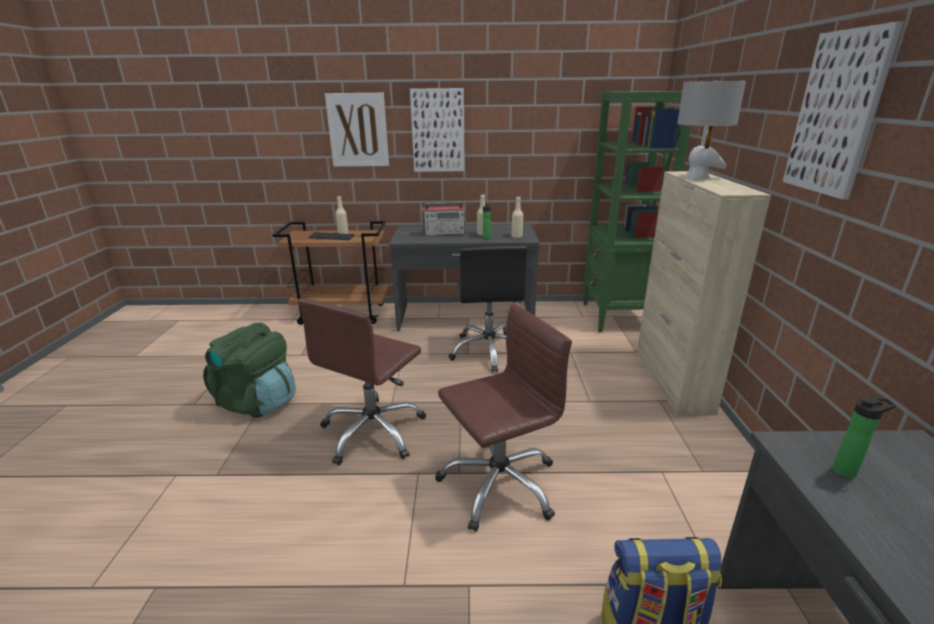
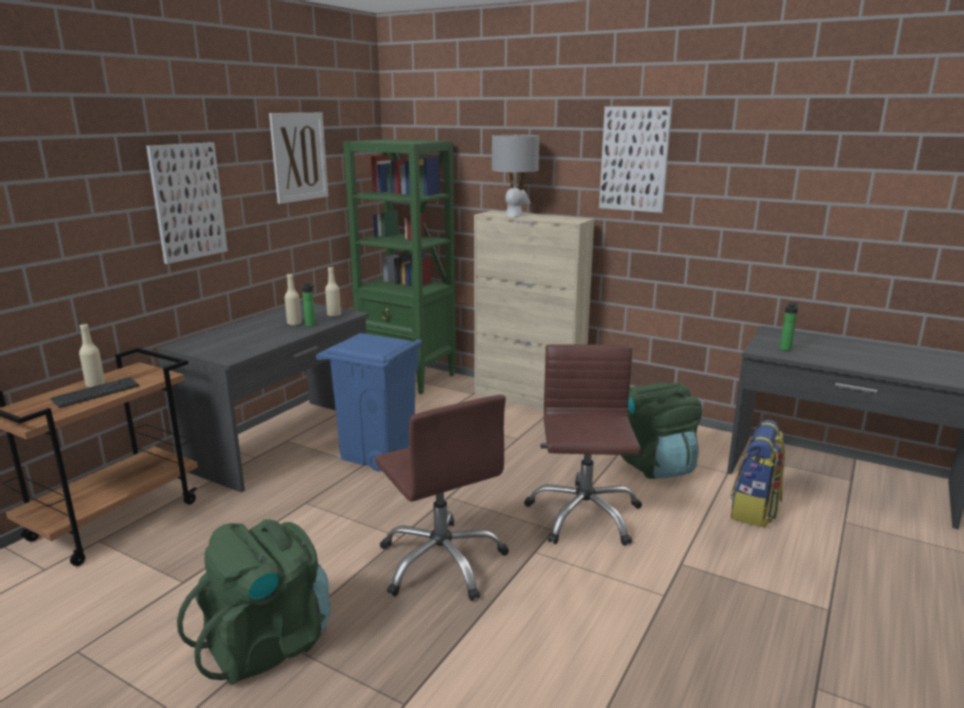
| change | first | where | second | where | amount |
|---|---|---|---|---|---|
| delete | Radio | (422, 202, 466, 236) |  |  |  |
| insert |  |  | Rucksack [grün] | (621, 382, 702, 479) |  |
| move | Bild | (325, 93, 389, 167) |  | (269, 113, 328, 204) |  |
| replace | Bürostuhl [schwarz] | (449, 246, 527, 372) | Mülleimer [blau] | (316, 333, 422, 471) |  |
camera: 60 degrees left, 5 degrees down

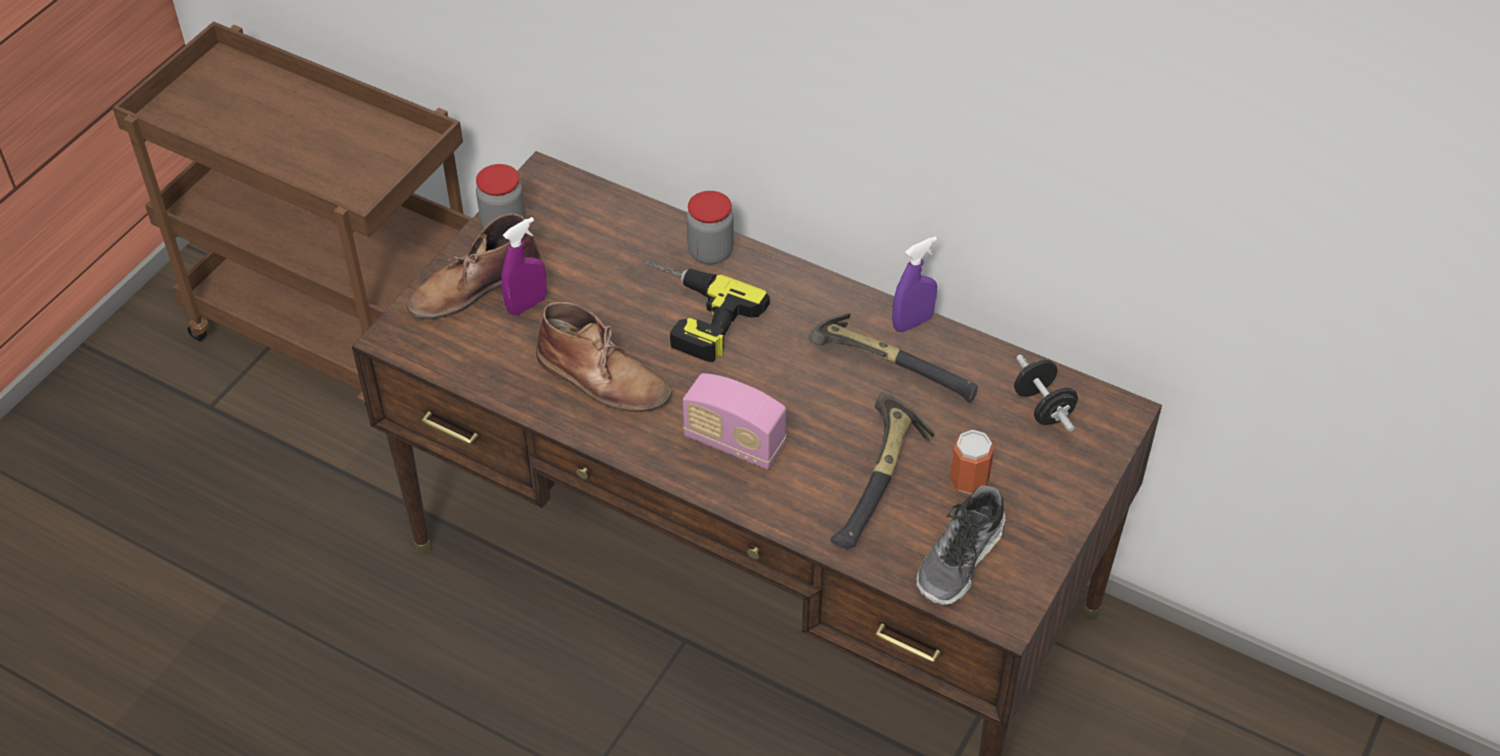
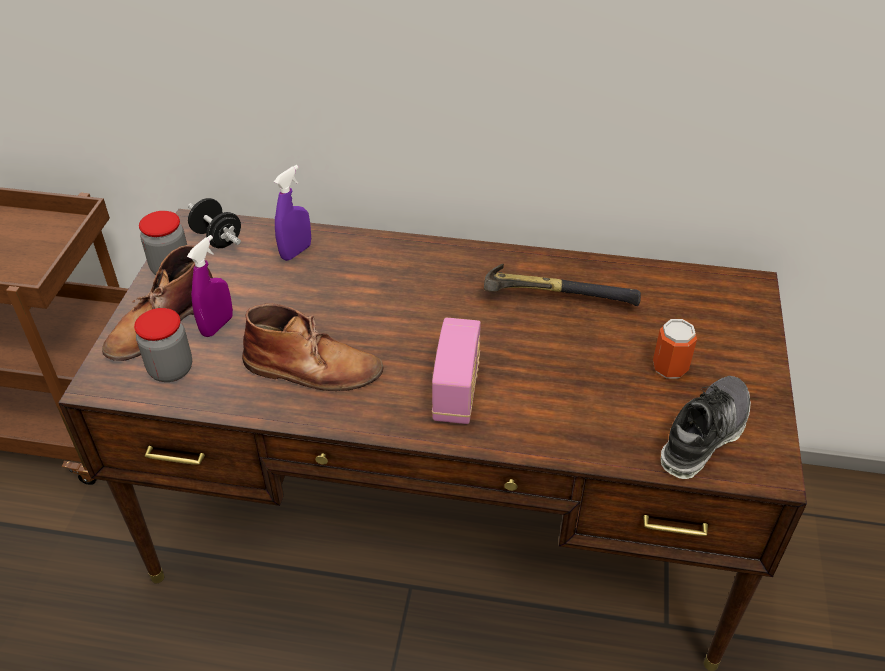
| change | first | where | second | where | amount |
|---|---|---|---|---|---|
| delete | Bohrmaschine | (644, 260, 770, 362) |  |  |  |
| delete | Hammer | (831, 392, 935, 548) |  |  |  |
| move | Vorratsglas | (687, 191, 734, 264) |  | (134, 308, 192, 382) |  |
| move | Sprühflasche [lila] | (892, 236, 937, 332) |  | (274, 165, 311, 261) |  |
| move | Hantel [schwarz] | (1014, 355, 1078, 432) |  | (188, 198, 241, 248) |  |
| rotate | Radio | (683, 373, 786, 470) |  | (432, 318, 481, 424) | 90 degrees counterclockwise |
| rotate | Schuh | (917, 485, 1005, 605) |  | (661, 376, 751, 479) | 150 degrees counterclockwise |
camera: 20 degrees left, 5 degrees down

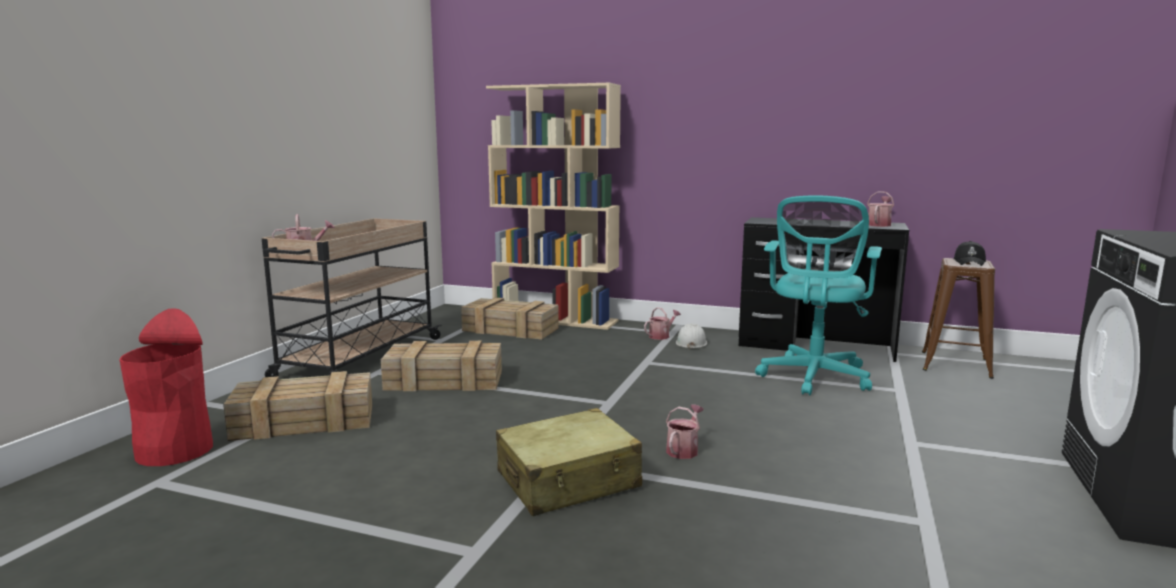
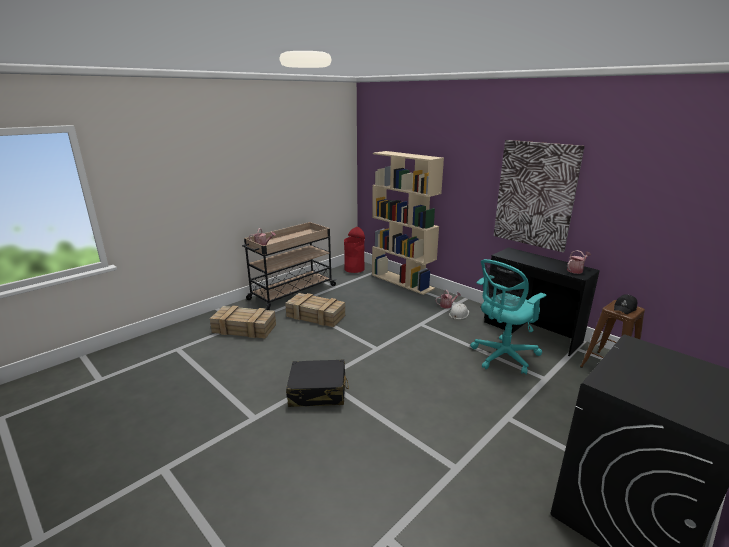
| change | first | where | second | where | amount |
|---|---|---|---|---|---|
| delete | Kiste | (461, 297, 559, 339) |  |  |  |
| delete | Gießkanne | (666, 405, 704, 459) |  |  |  |
| insert |  |  | Bild | (494, 140, 585, 252) |  |
| move | Mülleimer [rot] | (120, 308, 213, 466) |  | (344, 227, 365, 273) |  |
| recolor | Koffer [beige] | (496, 408, 642, 516) | Koffer [schwarz] | (286, 359, 349, 407) |  |
camera: 25 degrees right, 10 degrees up

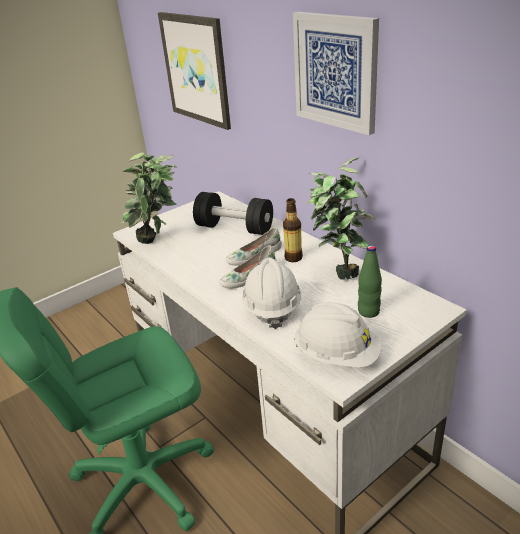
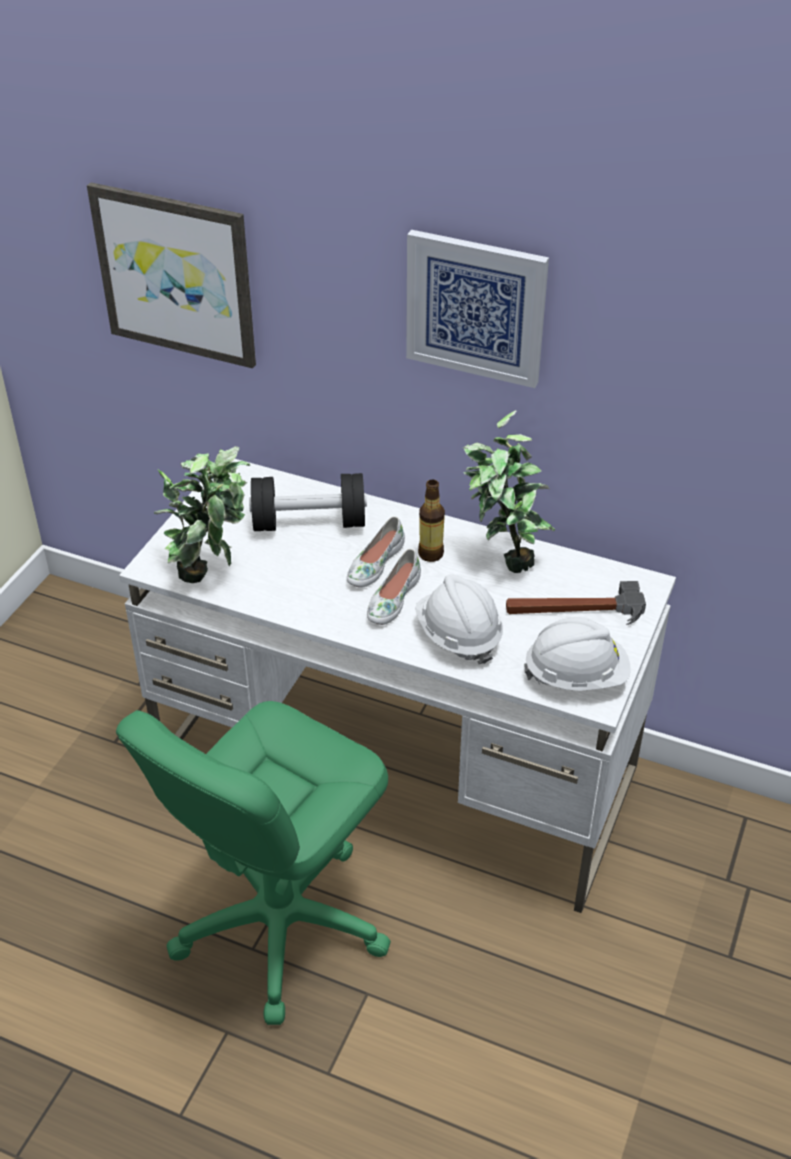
| change | first | where | second | where | amount |
|---|---|---|---|---|---|
| replace | Flasche [grün] | (358, 245, 382, 318) | Hammer | (506, 581, 646, 625) |  |
camera: 30 degrees left, 10 degrees up

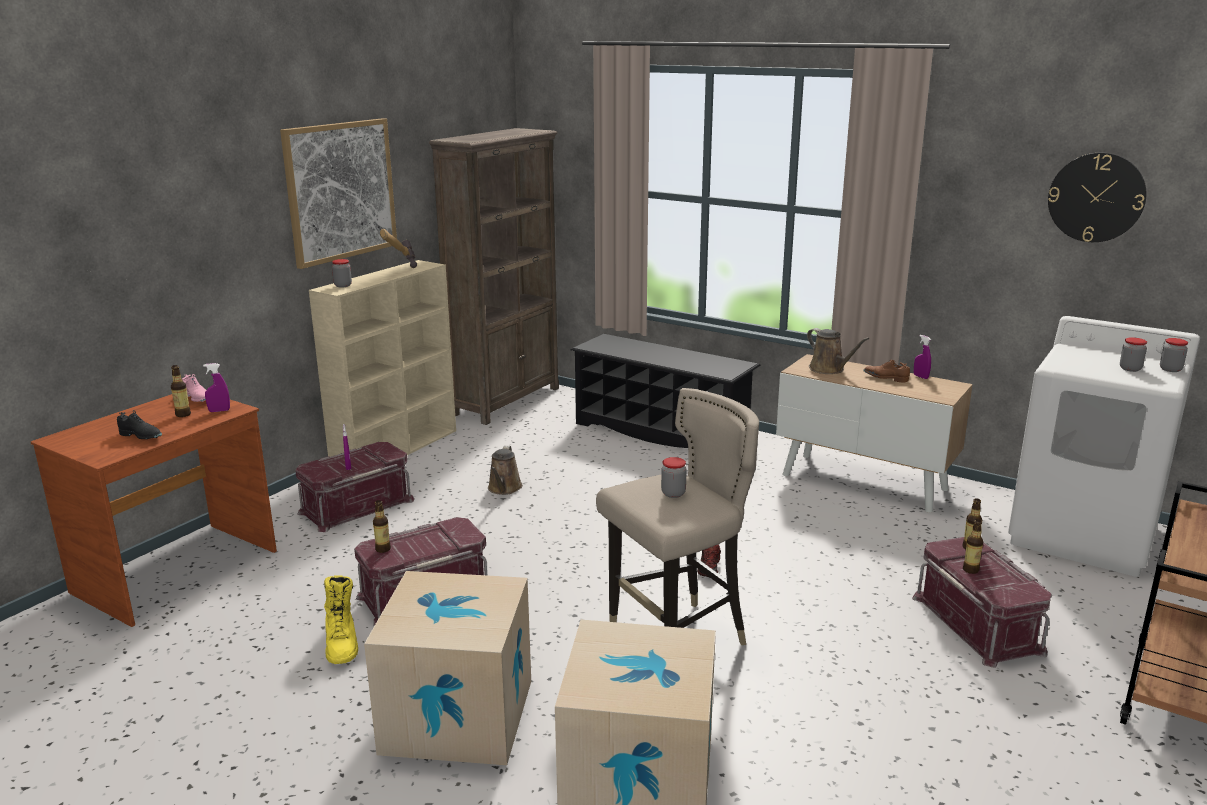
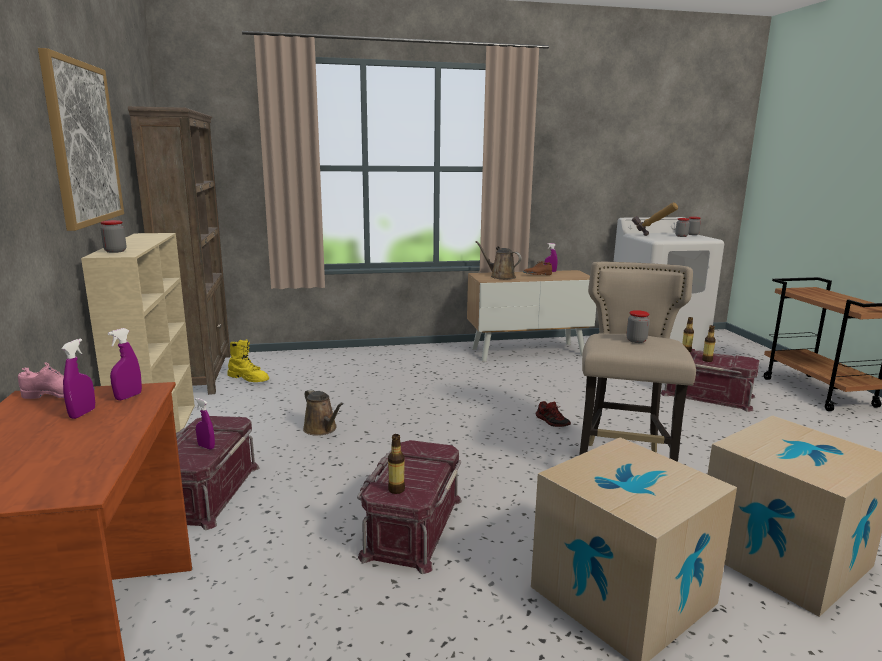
| change | first | where | second | where | amount |
|---|---|---|---|---|---|
| delete | Schuh [schwarz] | (117, 410, 162, 439) |  |  |  |
| delete | Schuhregal [schwarz] | (570, 334, 761, 448) |  |  |  |
| delete | Wanduhr | (1048, 153, 1146, 242) |  |  |  |
| move | Stiefel [gelb] | (324, 576, 358, 664) |  | (228, 339, 269, 382) |  |
| move | Hammer | (380, 229, 417, 268) |  | (632, 202, 678, 236) |  |
| replace | Flasche | (171, 365, 191, 417) | Sprühflasche [lila] | (61, 339, 95, 419) |  |
| rotate | Gießkanne [braun] | (807, 328, 869, 374) |  | (476, 241, 522, 279) | 150 degrees counterclockwise |
camera: 45 degrees left, 5 degrees down

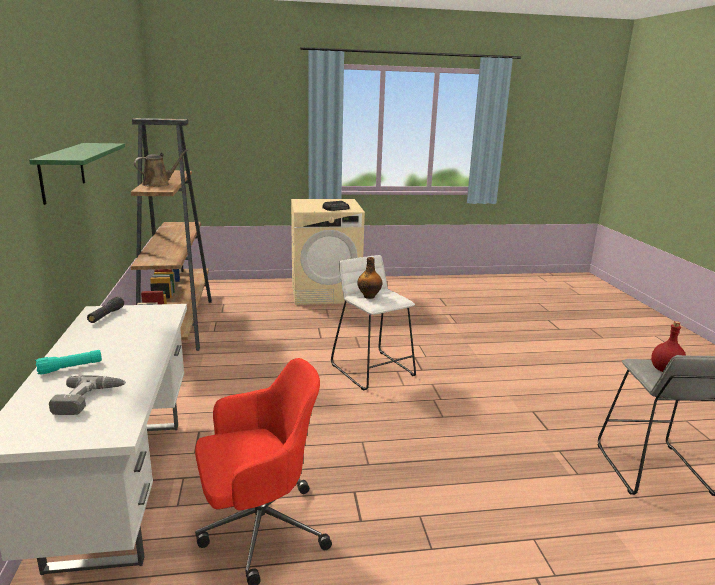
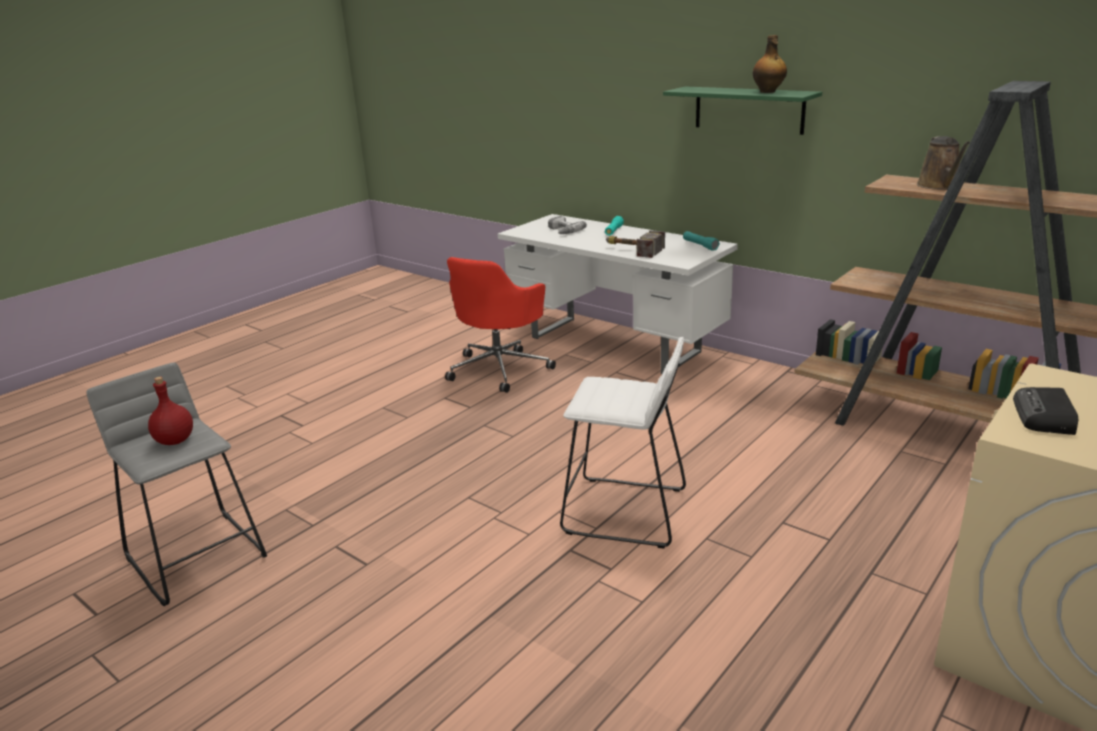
| change | first | where | second | where | amount |
|---|---|---|---|---|---|
| insert |  |  | Hammer | (606, 230, 665, 258) |  |
| move | Flasche | (357, 257, 382, 299) |  | (753, 35, 787, 93) |  |
| recolor | Taschenlampe [schwarz] | (87, 297, 124, 323) | Taschenlampe [türkis] | (683, 231, 720, 251) |  |
camera: 140 degrees right, 5 degrees up

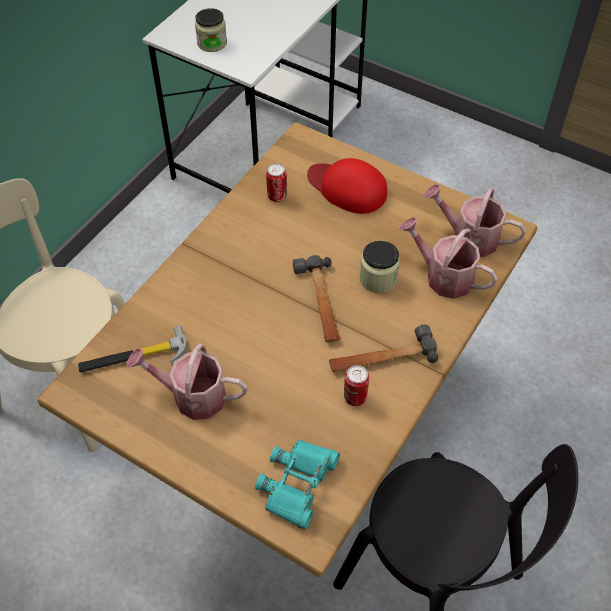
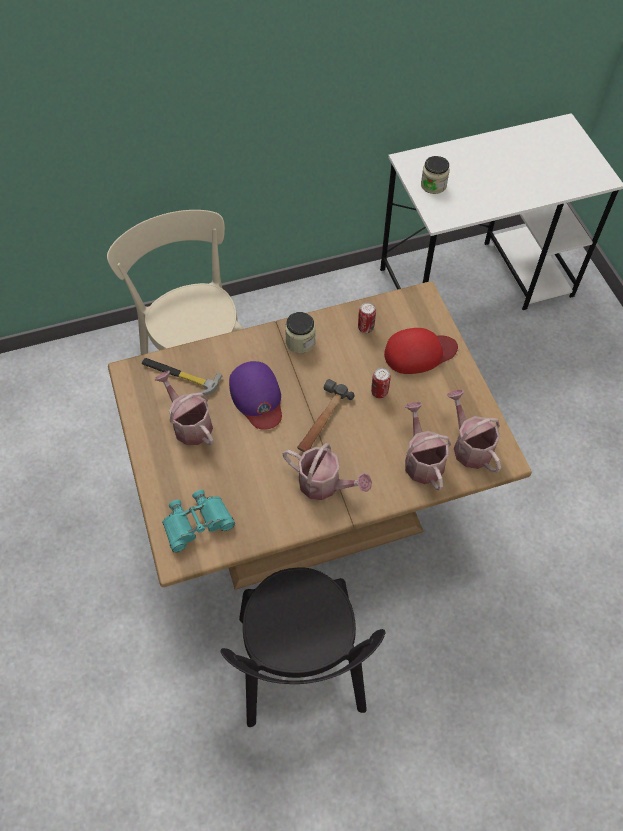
| change | first | where | second | where | amount |
|---|---|---|---|---|---|
| insert |  |  | Kappe [lila] | (229, 361, 282, 430) |  |
| move | Dose | (344, 365, 369, 406) |  | (371, 368, 391, 399) |  |
| move | Vorratsglas | (359, 241, 400, 293) |  | (285, 312, 316, 353) |  |
| replace | Hammer | (329, 324, 438, 372) | Gießkanne | (282, 443, 372, 500) |  |
| rotate | Kappe [rot] | (307, 158, 387, 214) |  | (384, 328, 458, 374) | 90 degrees clockwise |
camera: 40 degrees right, 5 degrees up

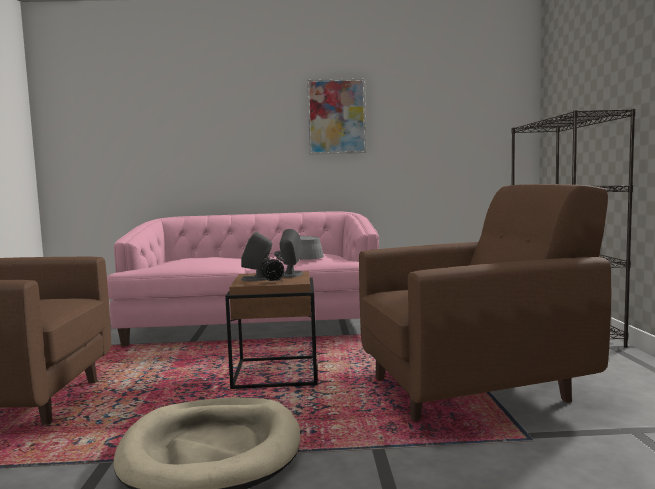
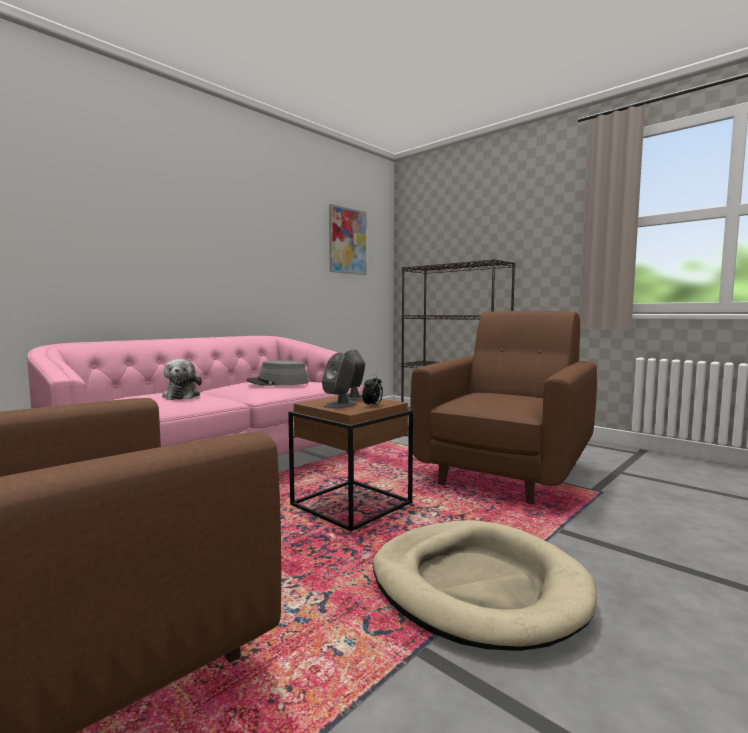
| change | first | where | second | where | amount |
|---|---|---|---|---|---|
| insert |  |  | Plüschtier | (162, 359, 202, 400) |  |
| move | Bild | (307, 78, 366, 155) |  | (329, 204, 367, 275) |  |
camera: 45 degrees left, 0 degrees up

